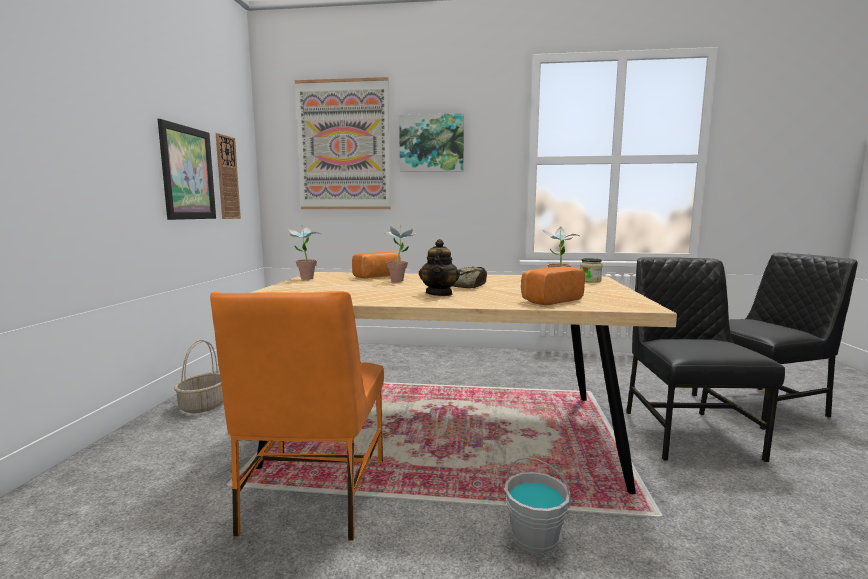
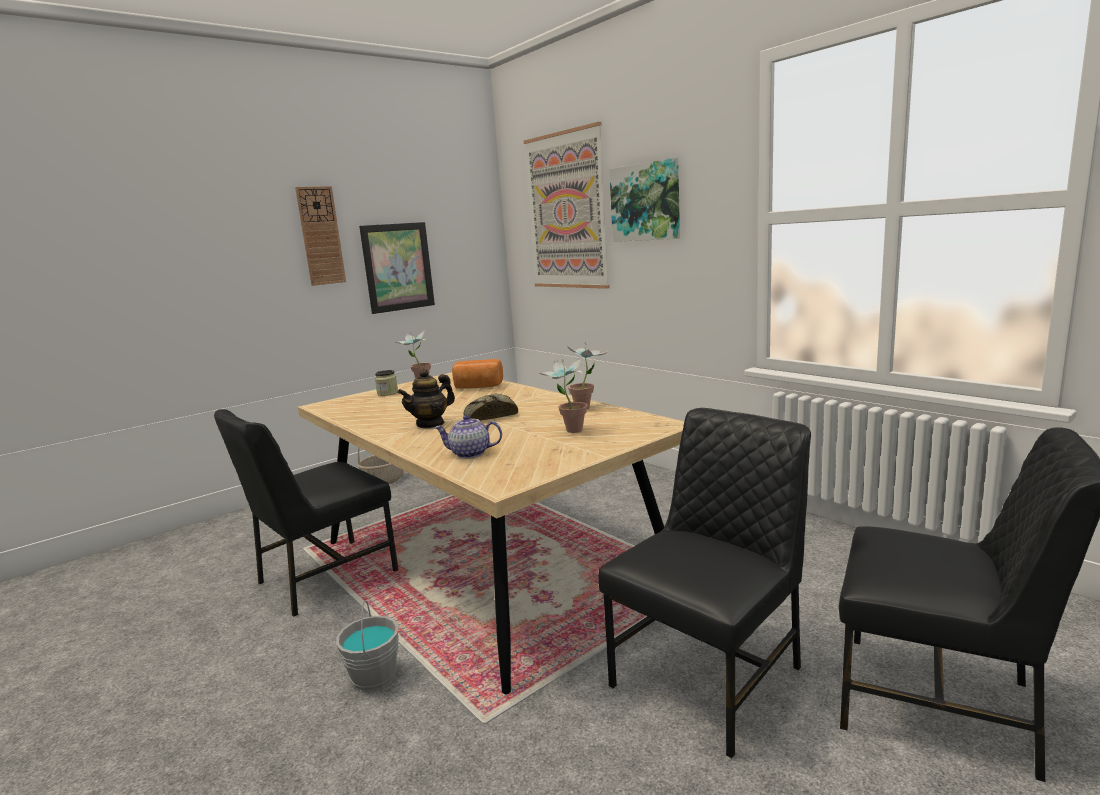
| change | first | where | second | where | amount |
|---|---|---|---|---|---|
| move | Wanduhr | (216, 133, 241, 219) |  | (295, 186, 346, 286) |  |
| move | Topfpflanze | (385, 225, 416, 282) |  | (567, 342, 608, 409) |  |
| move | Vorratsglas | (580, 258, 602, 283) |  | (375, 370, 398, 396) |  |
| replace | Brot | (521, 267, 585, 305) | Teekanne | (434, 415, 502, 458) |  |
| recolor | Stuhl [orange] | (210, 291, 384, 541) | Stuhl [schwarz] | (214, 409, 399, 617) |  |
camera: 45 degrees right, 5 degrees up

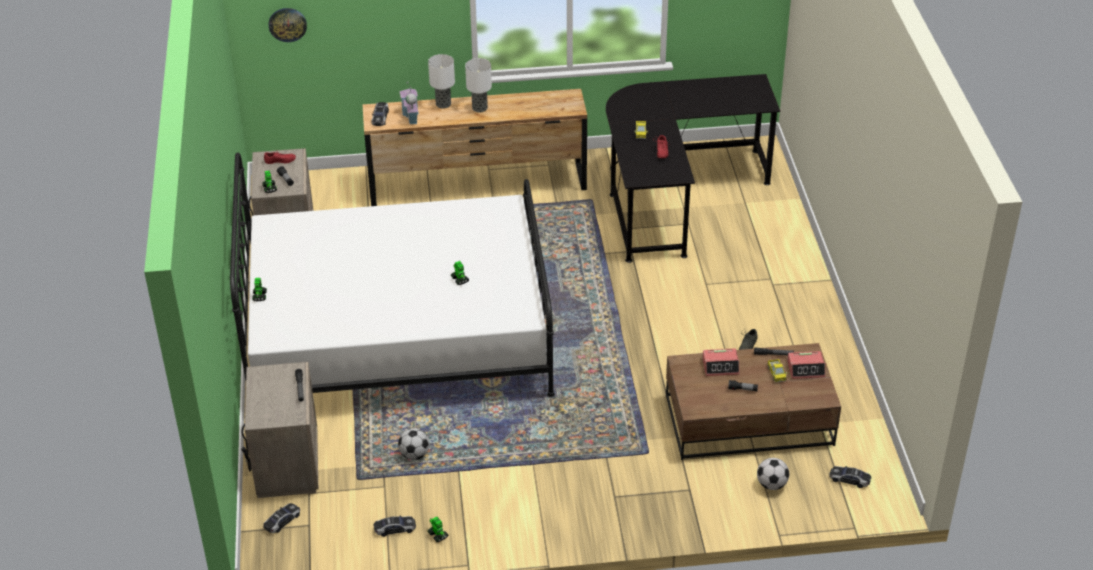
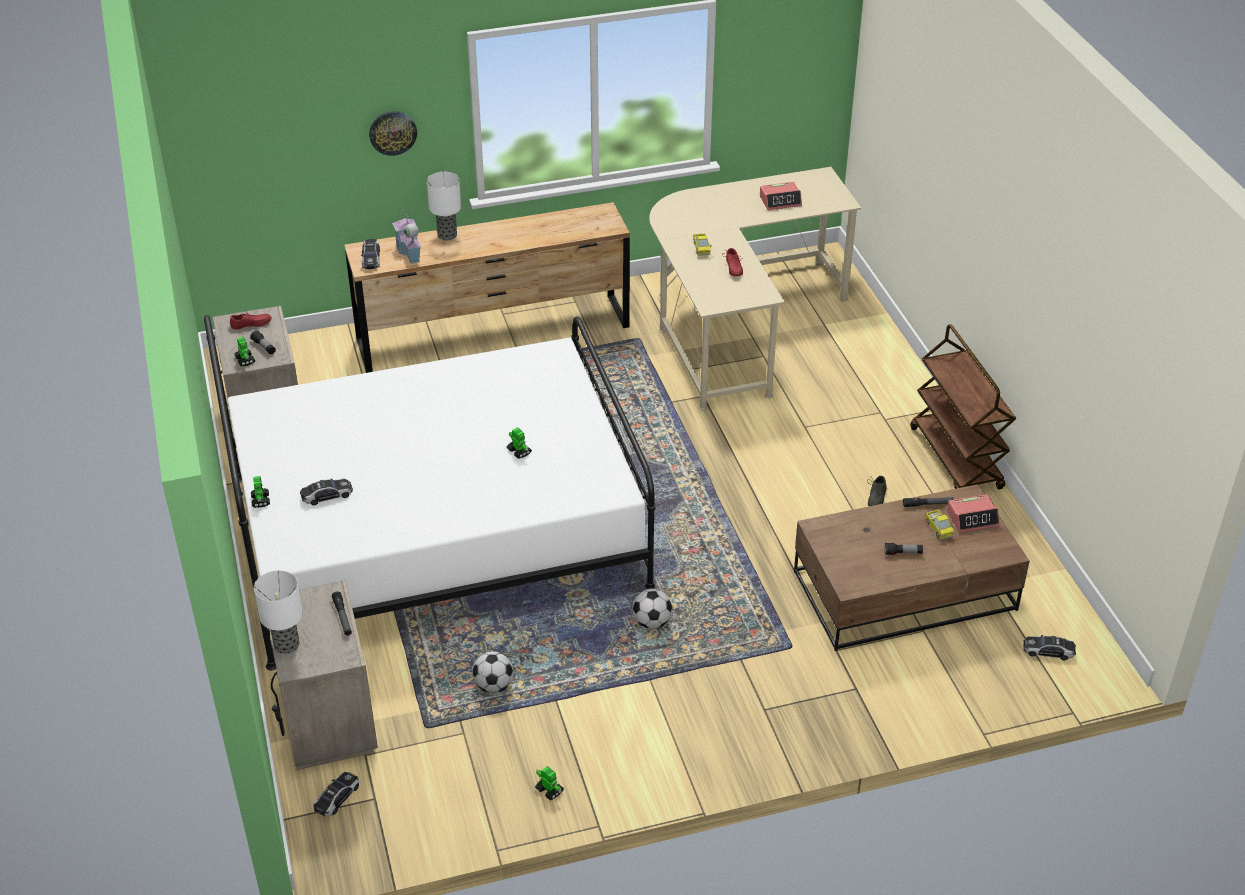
| change | first | where | second | where | amount |
|---|---|---|---|---|---|
| insert |  |  | Rollwagen [braun] | (910, 324, 1016, 490) |  |
| move | Wanduhr | (269, 8, 307, 42) |  | (369, 111, 417, 156) |  |
| move | Spielzeugauto | (374, 515, 416, 537) |  | (300, 479, 353, 505) |  |
| move | Tischlampe | (465, 58, 492, 112) |  | (254, 570, 303, 654) |  |
| move | Wecker | (702, 348, 740, 376) |  | (760, 182, 802, 210) |  |
| move | Fußball | (757, 458, 789, 490) |  | (632, 589, 672, 629) |  |
| recolor | Schreibtisch [schwarz] | (606, 74, 780, 263) | Schreibtisch [beige] | (649, 167, 861, 411) |  |
camera: 10 degrees left, 0 degrees up

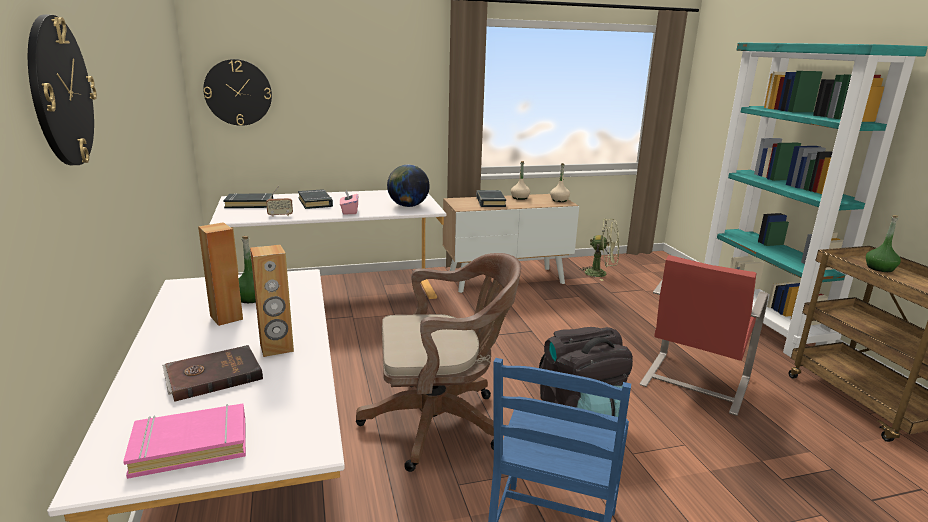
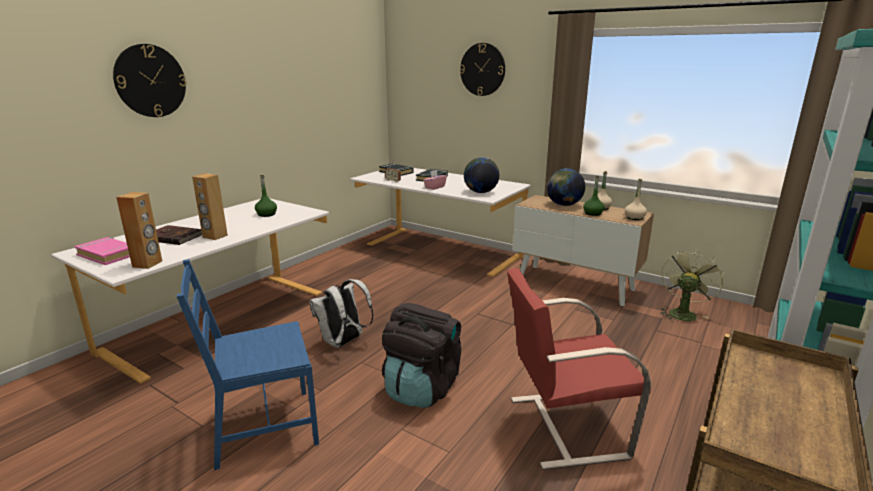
| change | first | where | second | where | amount |
|---|---|---|---|---|---|
| move | Lautsprecher [braun] | (198, 222, 243, 326) |  | (116, 192, 162, 269) |  |
| move | Wanduhr | (203, 59, 272, 126) |  | (460, 43, 505, 96) |  |
| move | Flasche [grün] | (866, 215, 901, 272) |  | (583, 176, 605, 216) |  |
| replace | Bürostuhl [braun] | (356, 253, 521, 472) | Rucksack [weiß] | (309, 279, 373, 348) |  |
| replace | Buch [schwarz] | (476, 190, 506, 207) | Globus | (547, 168, 585, 206) |  |
| rotate | Ventilator [grün] | (579, 218, 619, 281) |  | (660, 250, 724, 322) | 120 degrees counterclockwise |
camera: 50 degrees right, 0 degrees up

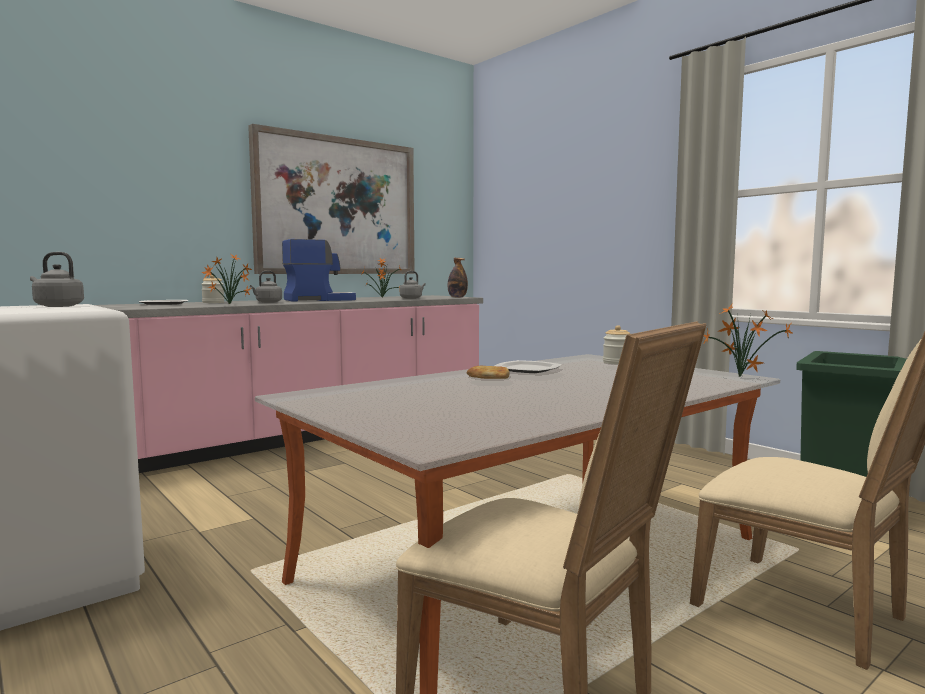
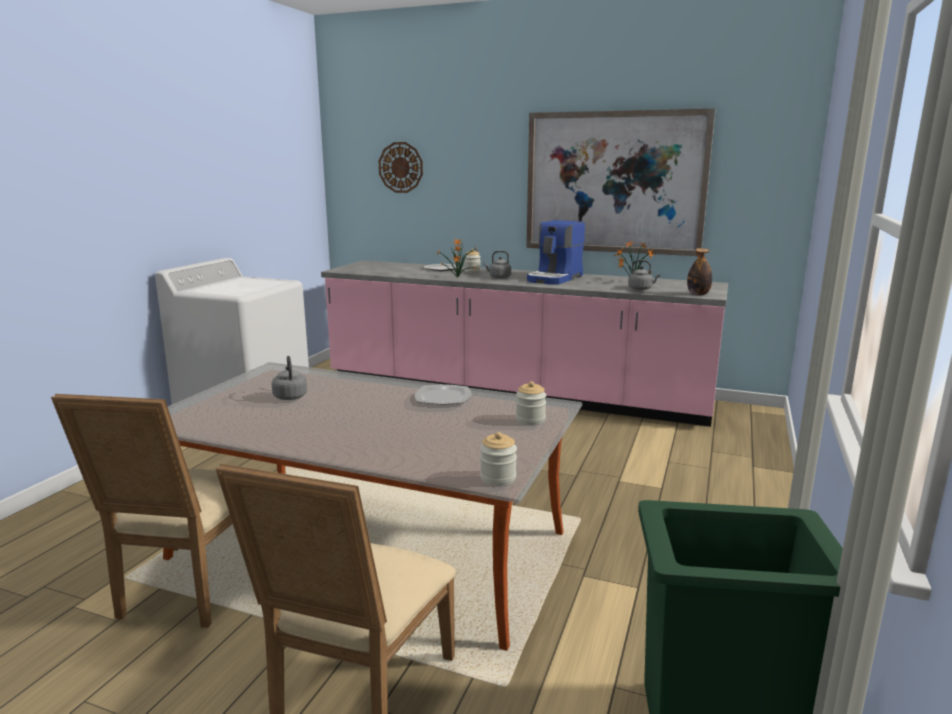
| change | first | where | second | where | amount |
|---|---|---|---|---|---|
| delete | Brot | (467, 366, 509, 379) |  |  |  |
| insert |  |  | Wanduhr | (379, 142, 423, 193) |  |
| move | Wasserkessel [grau] | (30, 252, 84, 307) |  | (272, 356, 307, 400) |  |
| replace | Topfpflanze | (703, 305, 793, 378) | Vorratsglas | (480, 432, 517, 486) |  |
| rotate | Kaffeemaschine | (282, 239, 356, 302) |  | (527, 220, 585, 285) | 90 degrees clockwise |
camera: 60 degrees right, 10 degrees up

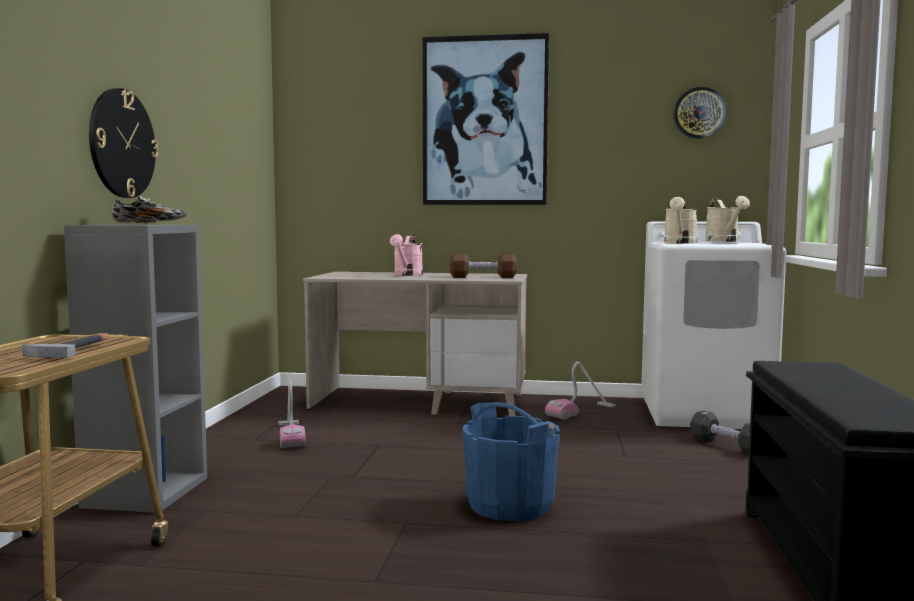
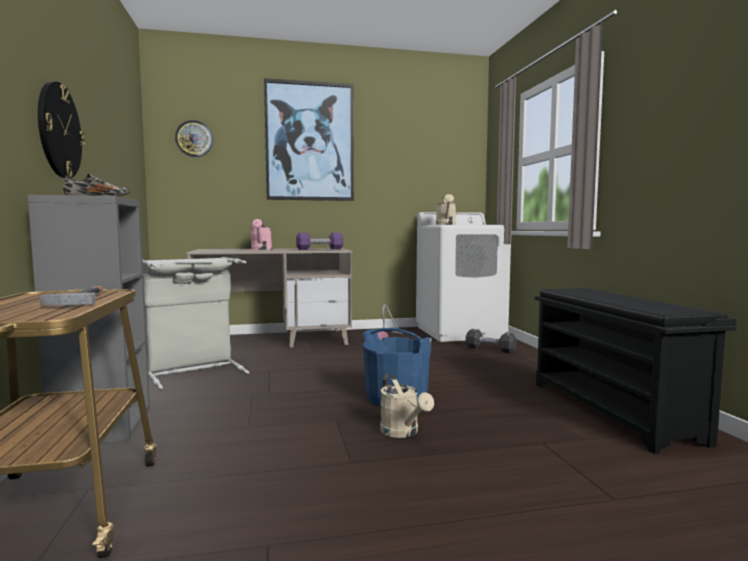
| change | first | where | second | where | amount |
|---|---|---|---|---|---|
| move | Wanduhr | (674, 87, 727, 139) |  | (175, 120, 213, 157) |  |
| move | Gießkanne [beige] | (705, 196, 750, 242) |  | (380, 374, 434, 438) |  |
| replace | Staubsauger | (278, 380, 306, 448) | Wäschekorb [grau] | (143, 257, 249, 389) |  |
| recolor | Hantel [braun] | (450, 253, 516, 278) | Hantel [lila] | (296, 232, 343, 250) |  |
camera: 20 degrees left, 0 degrees up

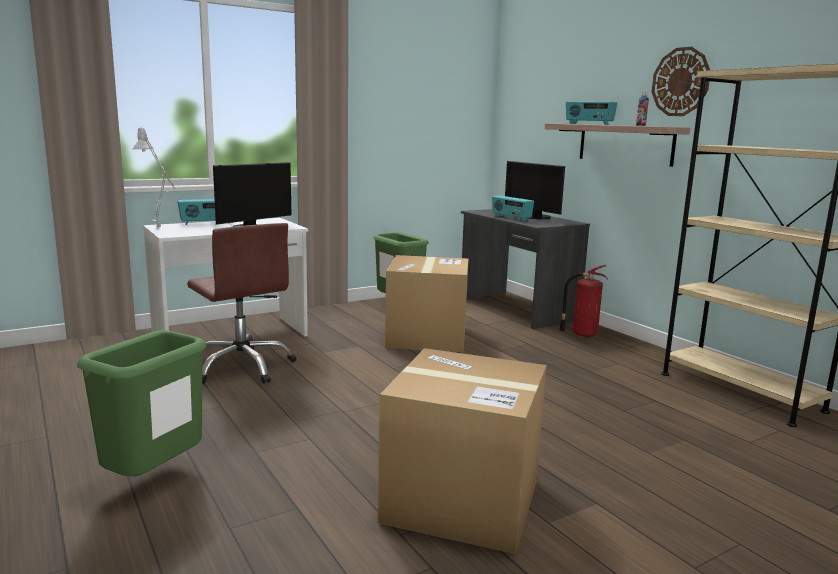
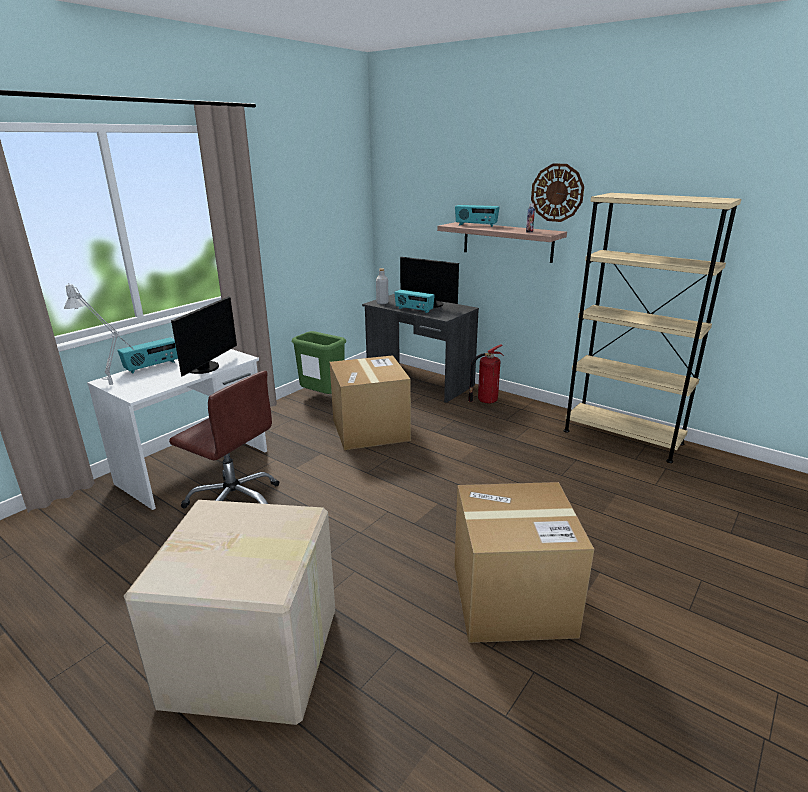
| change | first | where | second | where | amount |
|---|---|---|---|---|---|
| insert |  |  | Flasche [grau] | (376, 268, 389, 304) |  |
| replace | Mülleimer [grün] | (77, 330, 206, 476) | Karton | (124, 500, 335, 725) |  |
camera: 20 degrees left, 10 degrees up

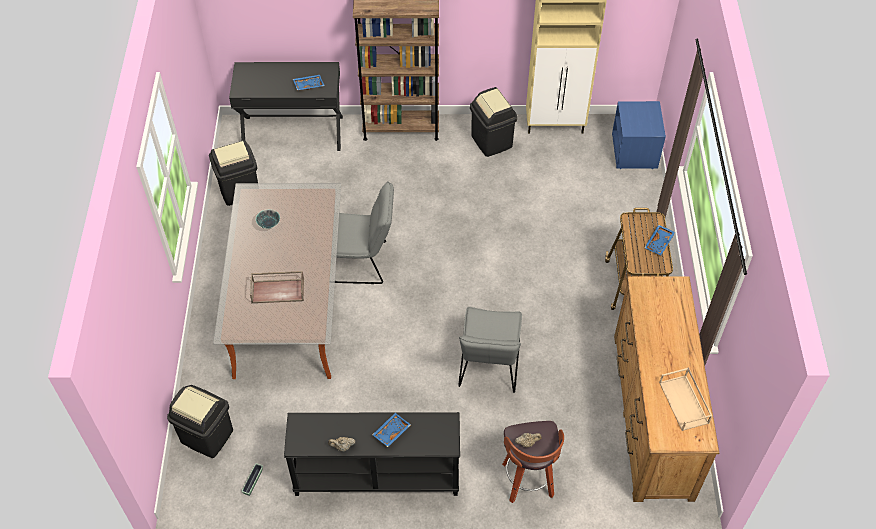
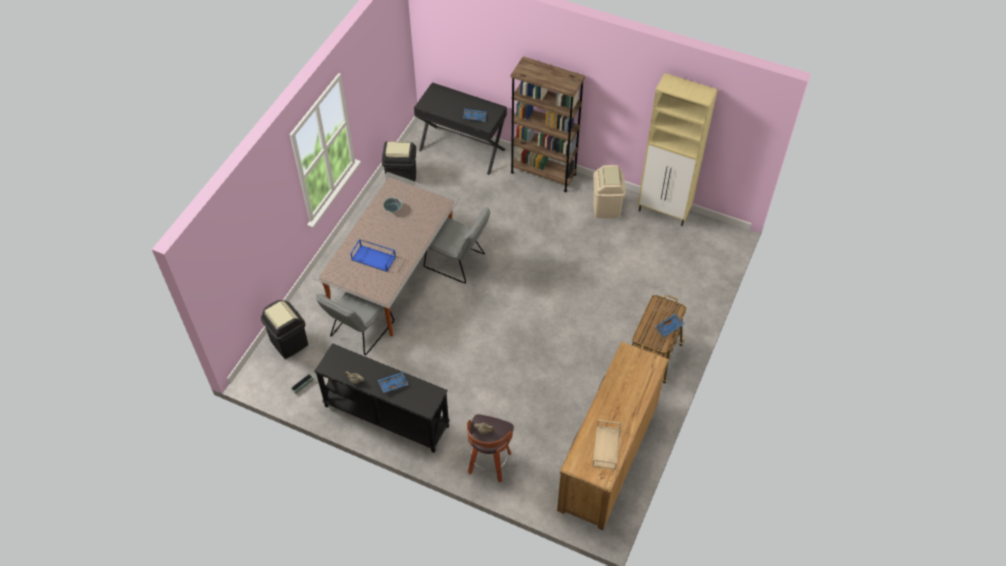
| change | first | where | second | where | amount |
|---|---|---|---|---|---|
| delete | Nachttisch [blau] | (612, 101, 666, 169) |  |  |  |
| move | Stuhl [grau] | (458, 307, 522, 393) |  | (316, 292, 394, 355) |  |
| recolor | Tablett [braun] | (250, 271, 304, 303) | Tablett [blau] | (351, 239, 396, 272) |  |
| recolor | Mülleimer [schwarz] | (470, 87, 518, 157) | Mülleimer [beige] | (593, 165, 626, 218) |  |
camera: 25 degrees right, 0 degrees up

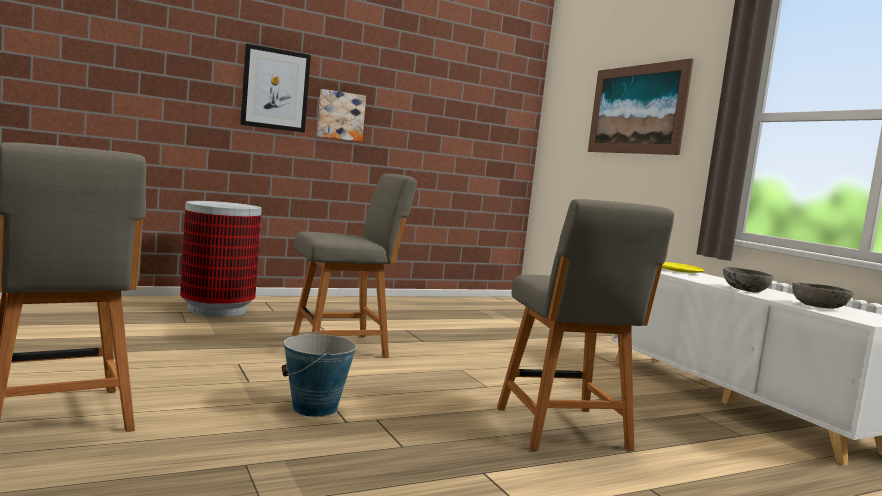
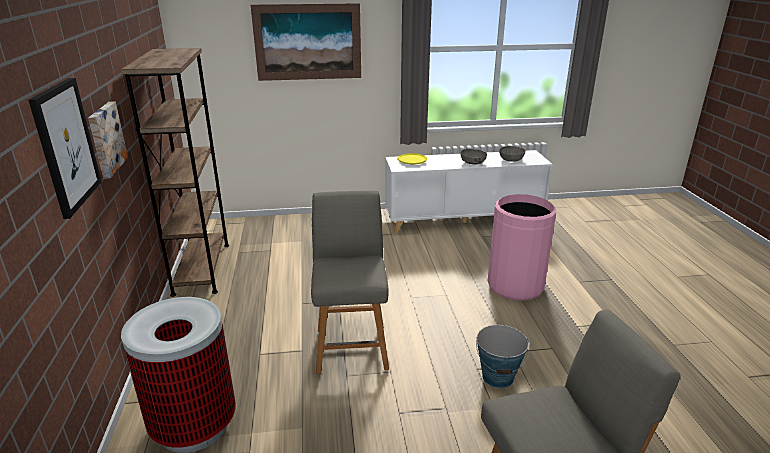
| change | first | where | second | where | amount |
|---|---|---|---|---|---|
| insert |  |  | Bücherregal [braun] | (121, 48, 229, 297) |  |
| replace | Stuhl [grau] | (497, 199, 674, 451) | Mülleimer [rosa] | (487, 194, 556, 301) |  |
camera: 70 degrees left, 20 degrees up

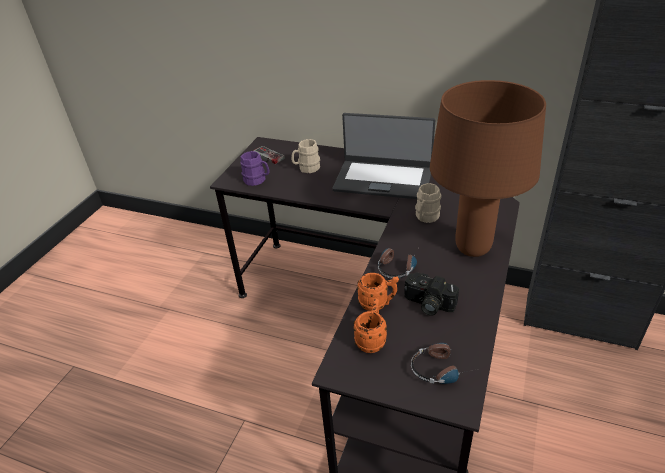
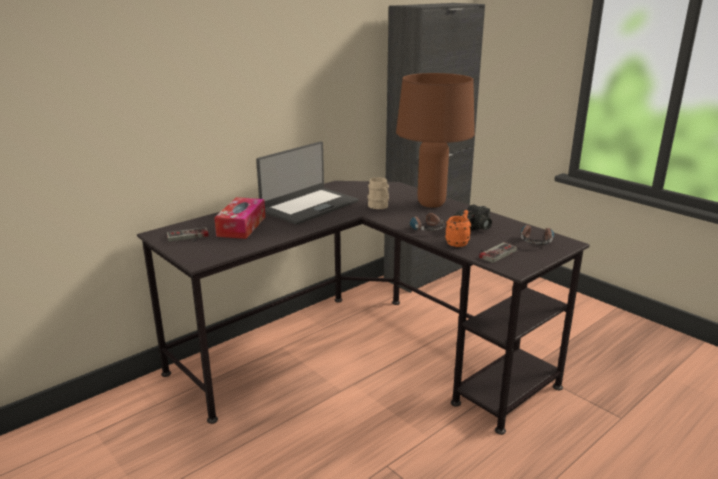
| change | first | where | second | where | amount |
|---|---|---|---|---|---|
| delete | Henkelbecher [lila] | (240, 151, 269, 186) |  |  |  |
| replace | Henkelbecher [beige] | (291, 139, 320, 173) | Taschentuchbox | (214, 197, 265, 239) |  |
| replace | Henkelbecher [orange] | (354, 299, 387, 353) | Gamepad | (479, 242, 517, 263) |  |
camera: 65 degrees left, 15 degrees down

